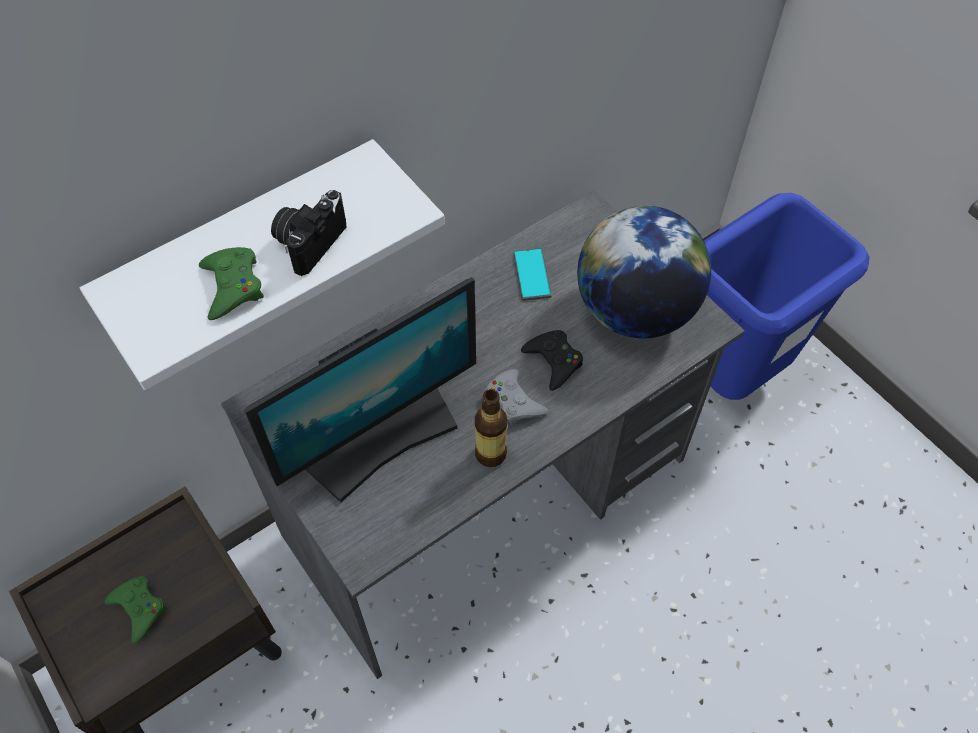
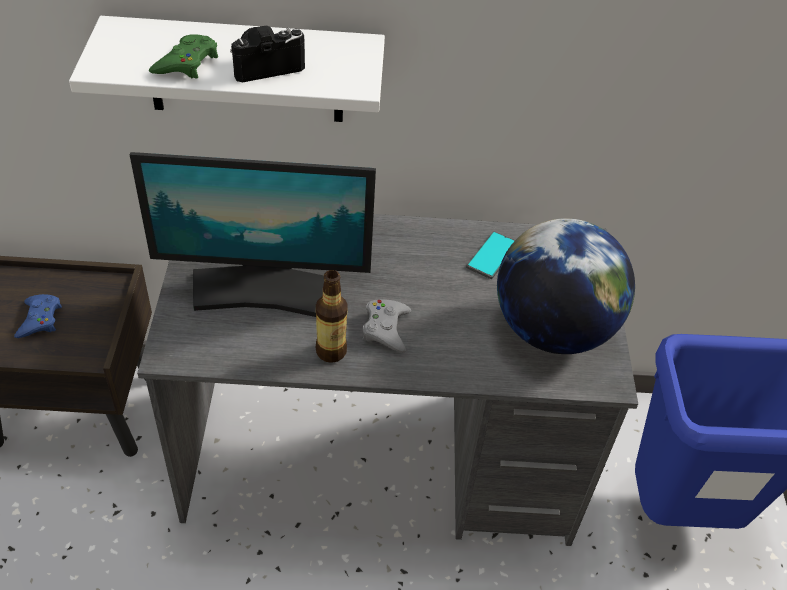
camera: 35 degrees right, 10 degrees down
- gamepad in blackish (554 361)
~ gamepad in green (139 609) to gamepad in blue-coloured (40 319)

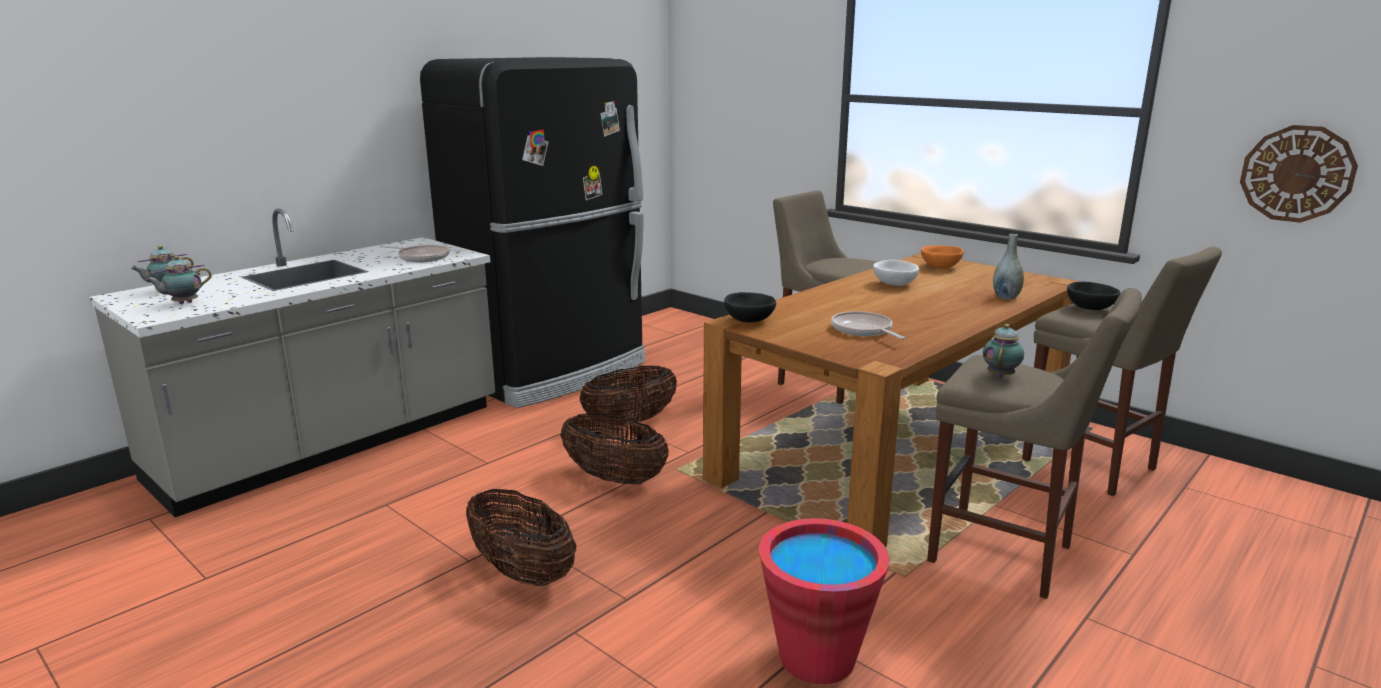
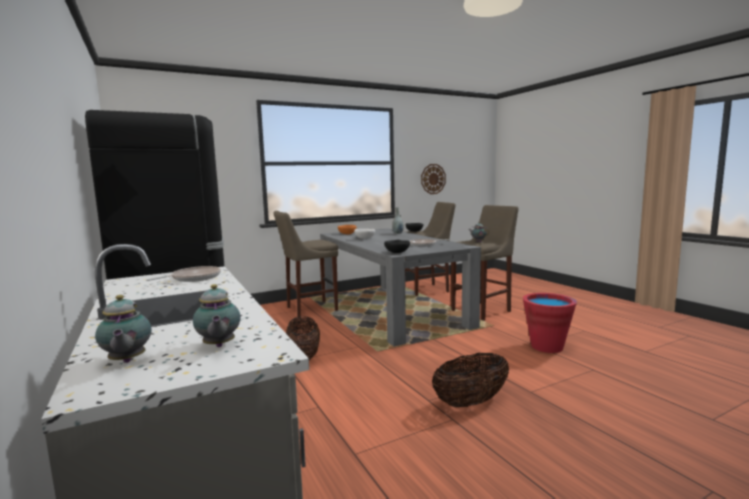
camera: 70 degrees left, 10 degrees down
~ kitchen table in brownish (894 448) to kitchen table in grey (390 310)
- basket (614 478)

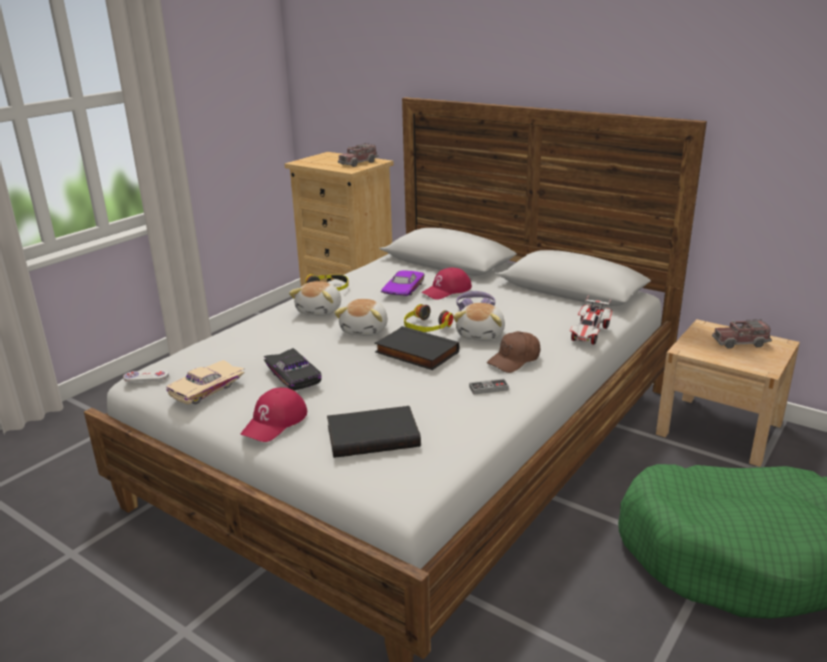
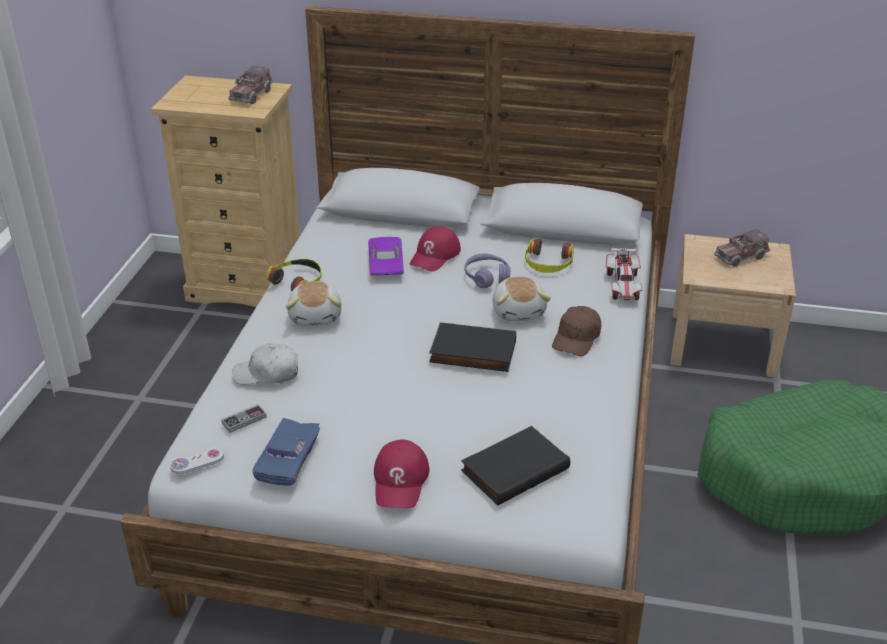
camera: 25 degrees left, 10 degrees up
- cuddly toy (365 330)
~ pair of headphones (425 327) to (548 263)
- toy car in blackish (295 375)
~ toy car in beige-coloured (208 389) to toy car in blue-coloured (290 459)
~ gamepad (488 388) to (244 420)
+ baseball cap in whitish (267 373)

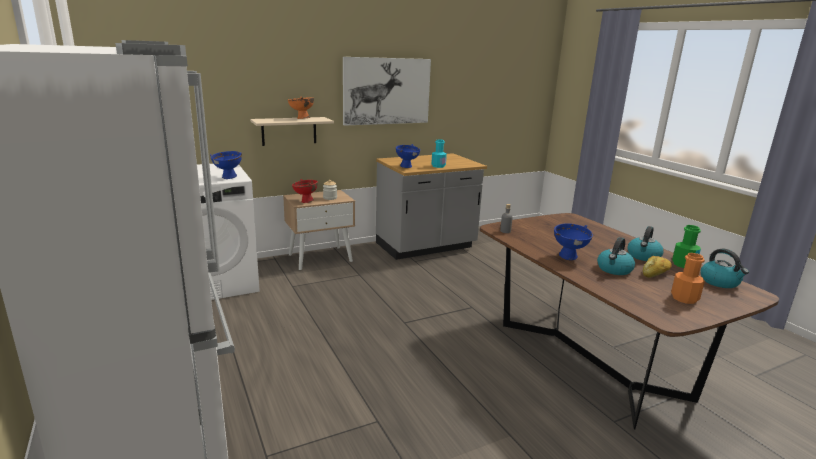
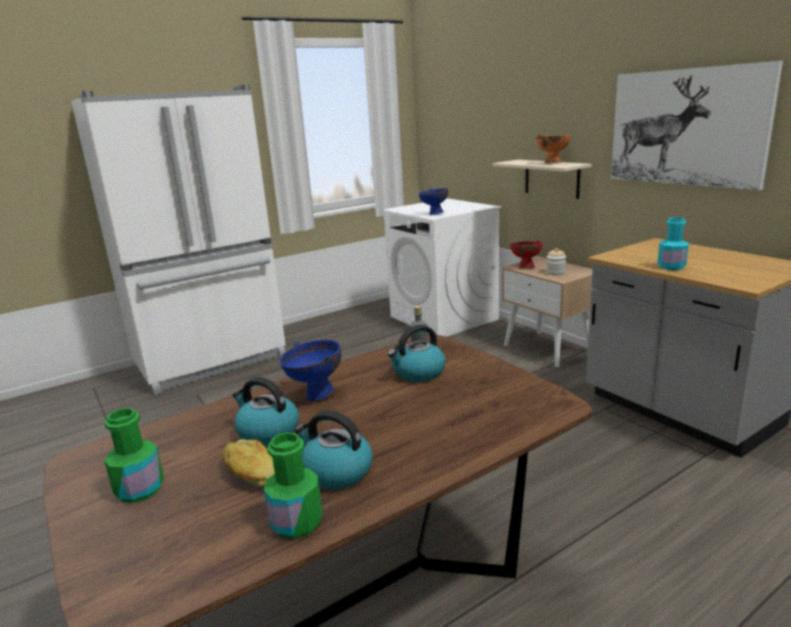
camera: 85 degrees right, 0 degrees up
- deep dish in blue-coloured (407 167)
~ water kettle (720 282) to (418 373)
~ beverage bottle in orangey (684 298) to beverage bottle in green (140 489)

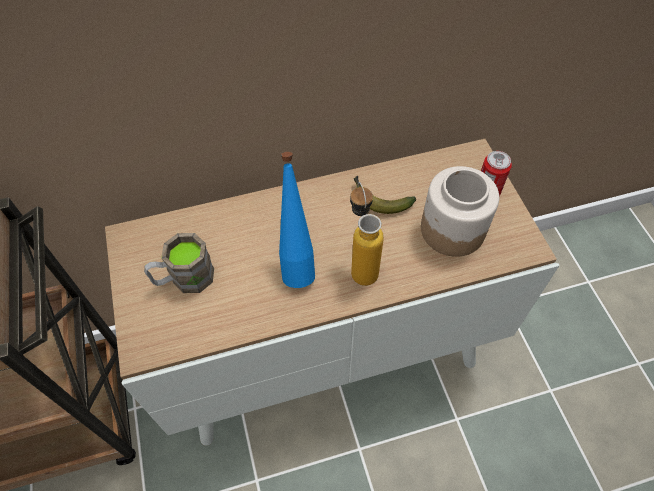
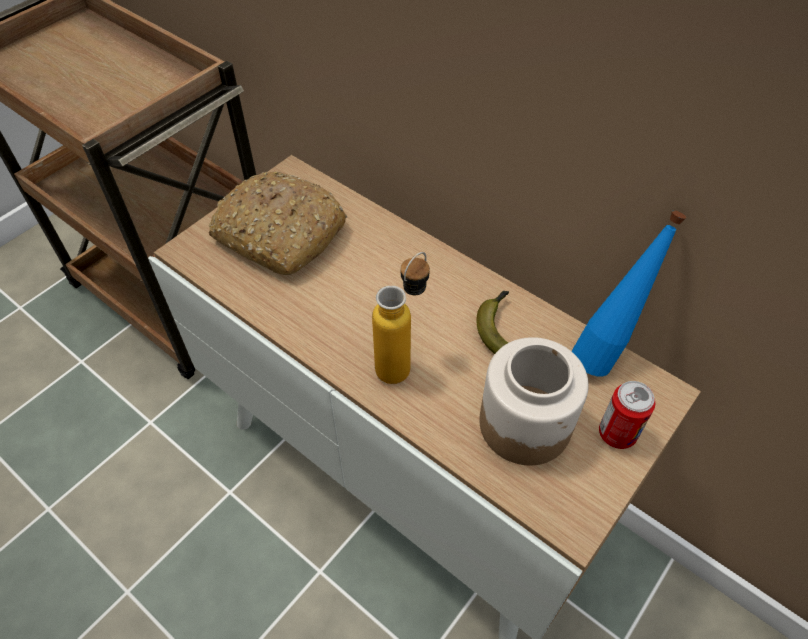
camera: 55 degrees right, 5 degrees down
~ beverage bottle in blue-coloured (297 263) to (604 352)
~ mug in brownish (184 279) to bakery bread (278 235)

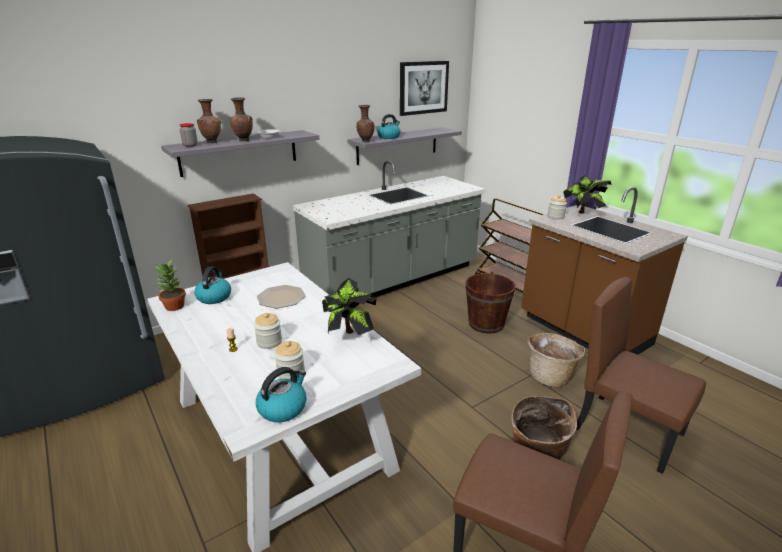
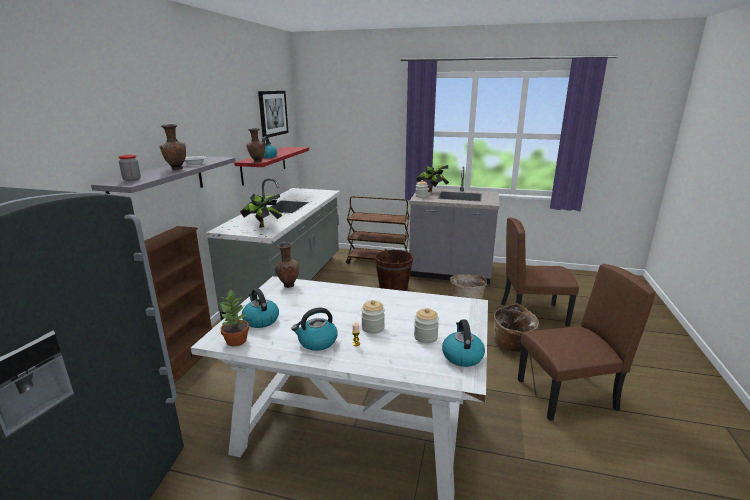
camera: 40 degrees left, 5 degrees down
~ decorative vase in brownish (212 142) to (288 285)
~ wall shelf in grey (397 145) to wall shelf in red (264 165)
~ kitchen base unit in brownish (583 332) to kitchen base unit in grey (450 273)
~ plant in a pot (349 336) to (263 228)
- dinner plate (280 298)
+ water kettle (317 342)

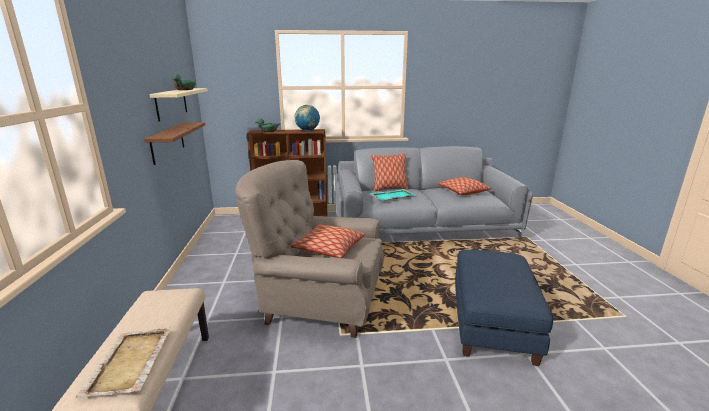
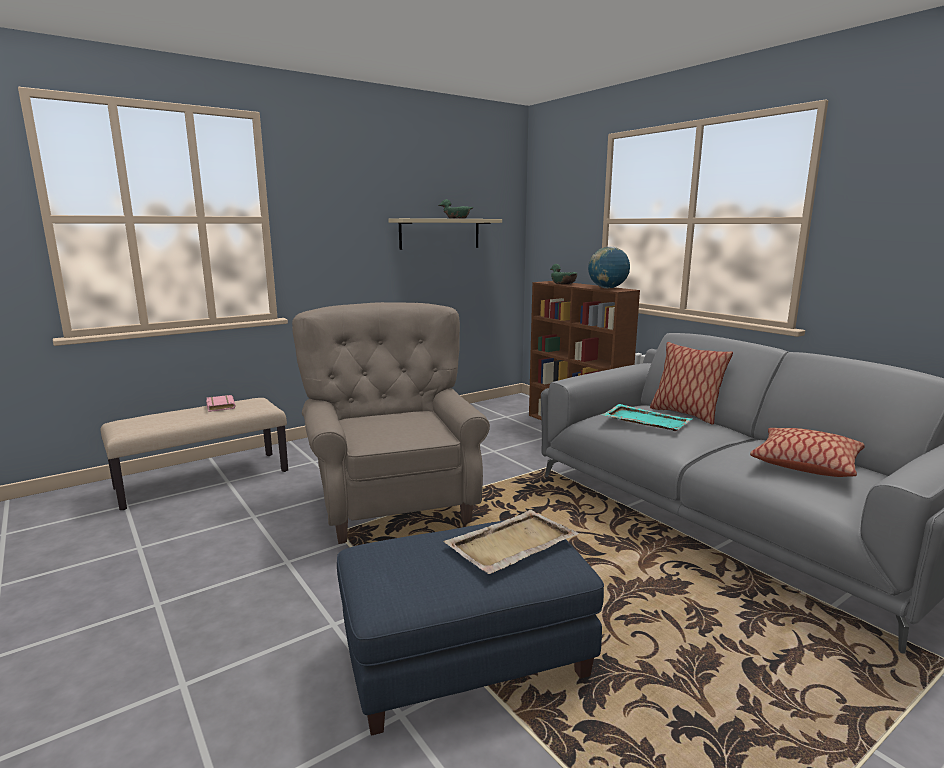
camera: 60 degrees right, 5 degrees down
- wall shelf in brownish (168 142)
- pillow (329 248)
~ carrying tray in beige-coloured (129 363) to (510 544)
+ book in pinkish (219 406)

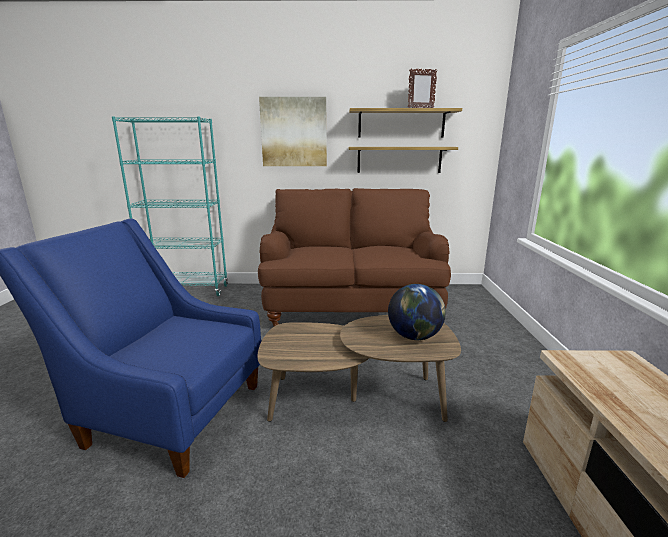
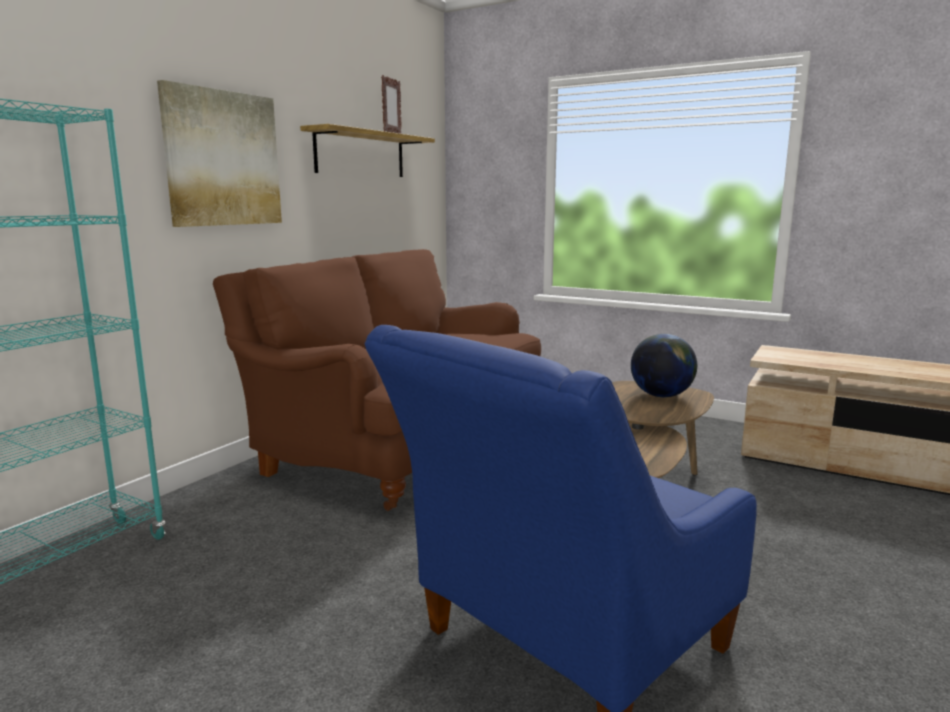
camera: 60 degrees left, 5 degrees down
- wall shelf (399 159)

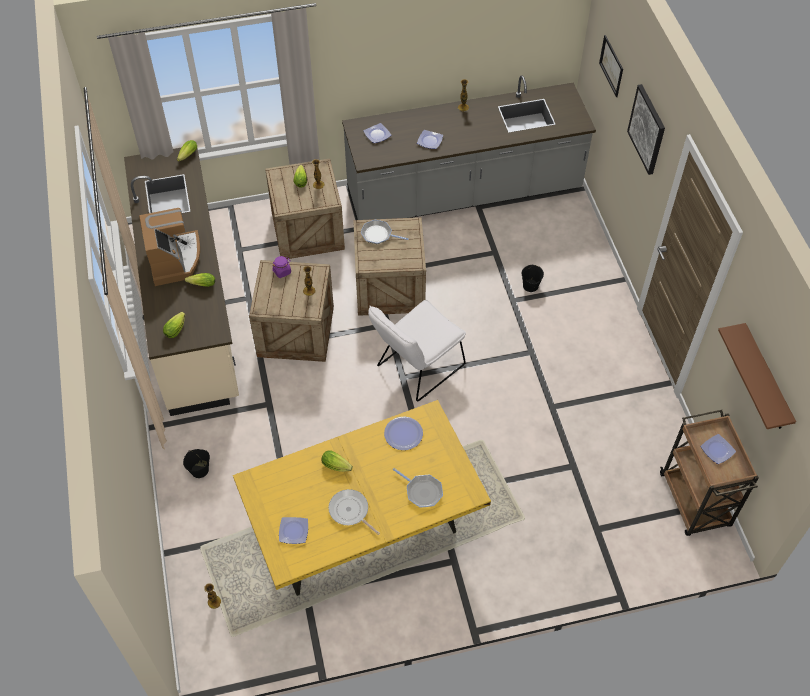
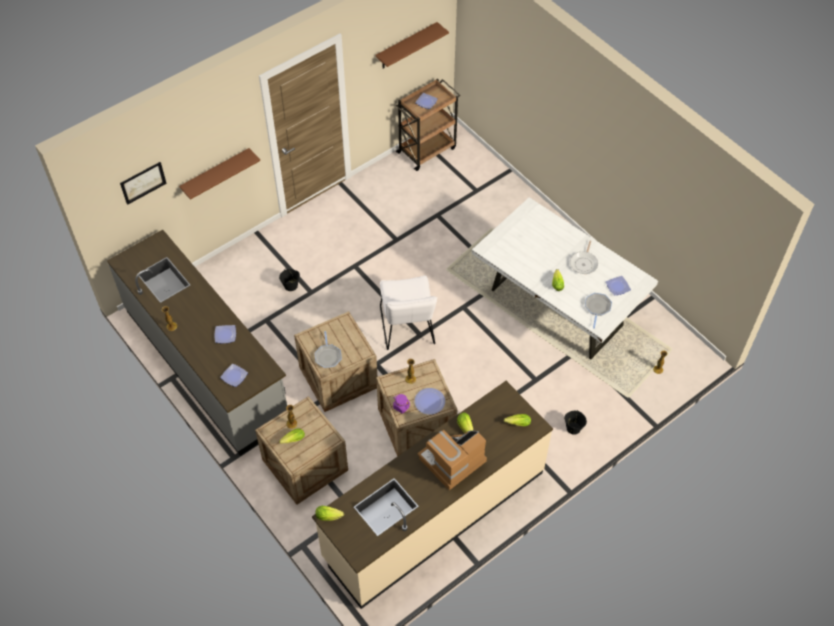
camera: 115 degrees left, 0 degrees up
- wall picture (647 129)
~ upright chair in whitish (416 368) = (407 329) 60 degrees clockwise
~ kitchen table in yellowish (363 534) to kitchen table in whitish (557 308)
~ dinner plate (403 434) to (429 401)
~ skillet (422 491) to (597 308)
+ wall shelf in brownish (216 174)

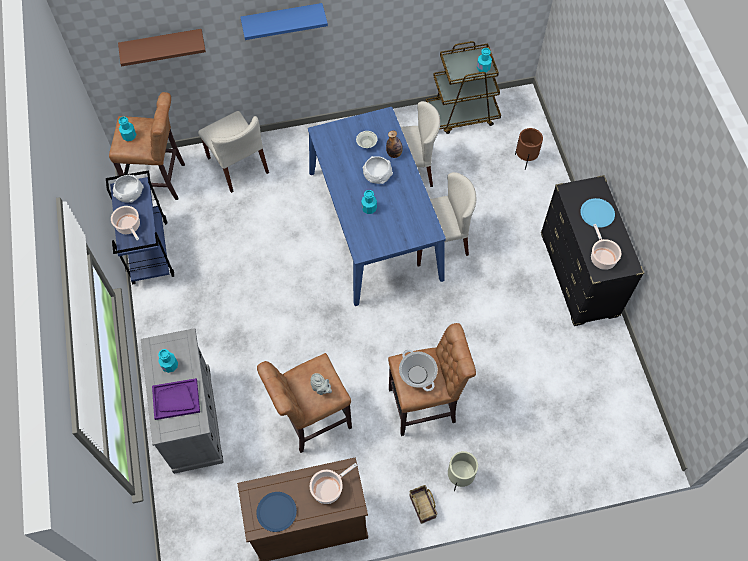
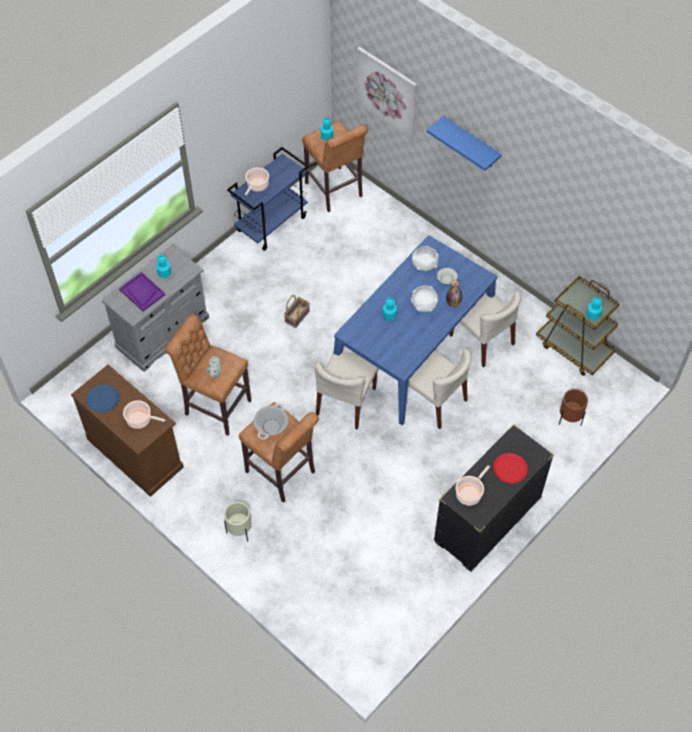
camera: 55 degrees right, 5 degrees down
~ wall shelf in brownish (162 44) to wall picture (387 92)
~ upright chair in beige-coloured (238 165) to (346 402)
~ deep dish in whitish (129 193) to (424 264)
~ dinner plate in blue-coloured (597 213) to dinner plate in red (510 468)
~ basket (421 506) to (297 316)

